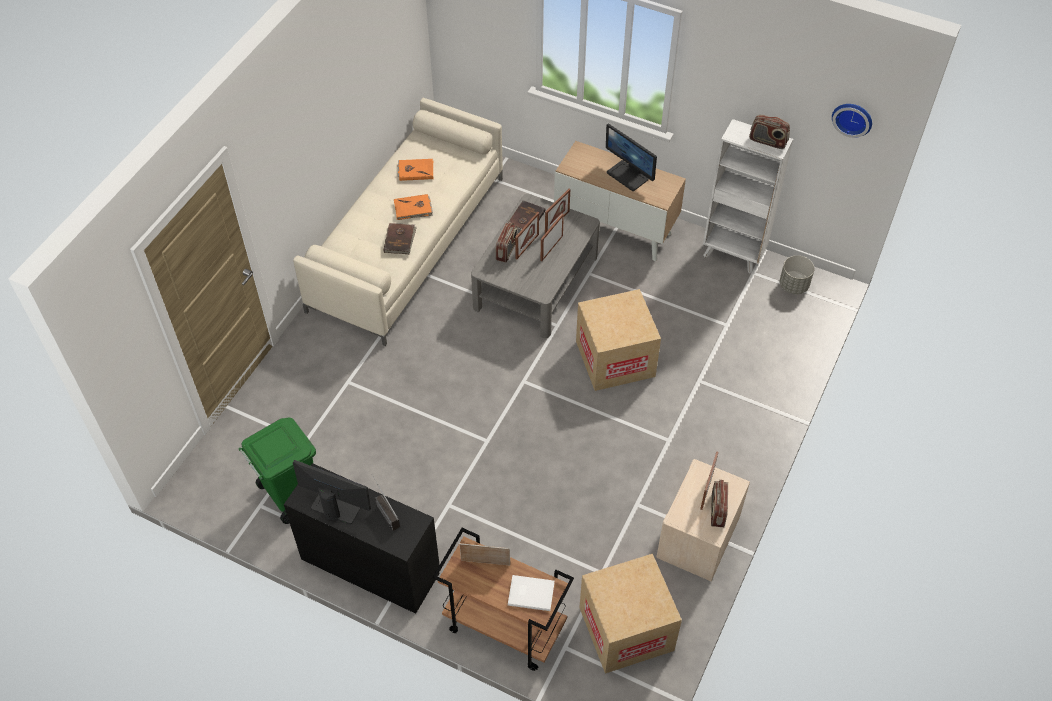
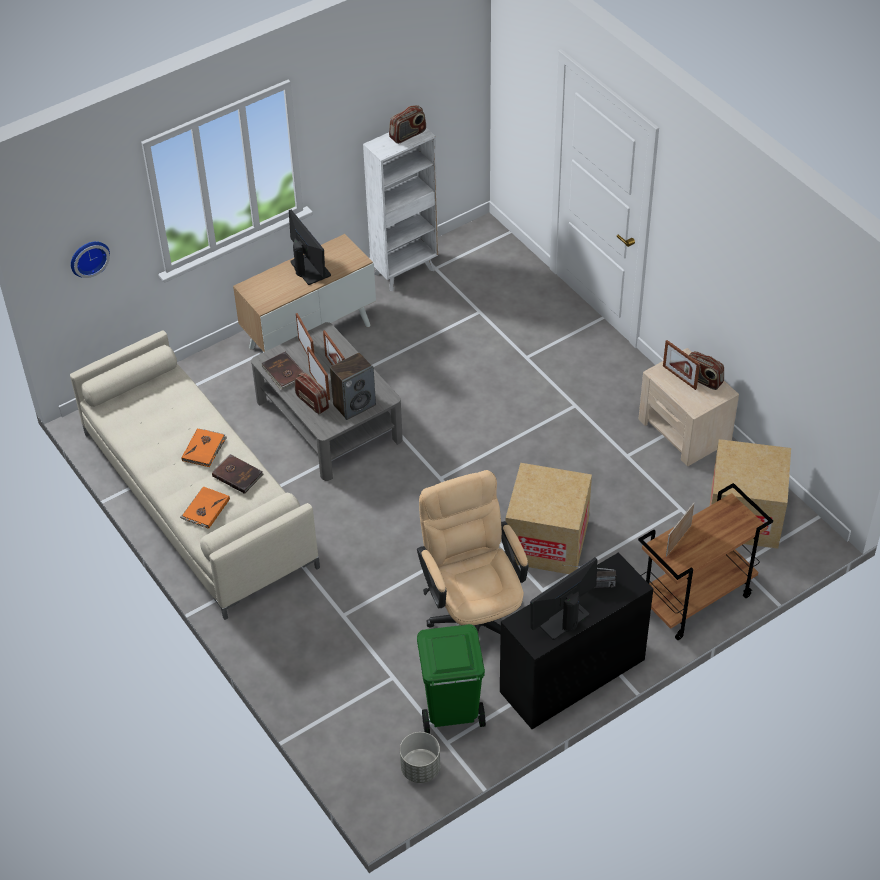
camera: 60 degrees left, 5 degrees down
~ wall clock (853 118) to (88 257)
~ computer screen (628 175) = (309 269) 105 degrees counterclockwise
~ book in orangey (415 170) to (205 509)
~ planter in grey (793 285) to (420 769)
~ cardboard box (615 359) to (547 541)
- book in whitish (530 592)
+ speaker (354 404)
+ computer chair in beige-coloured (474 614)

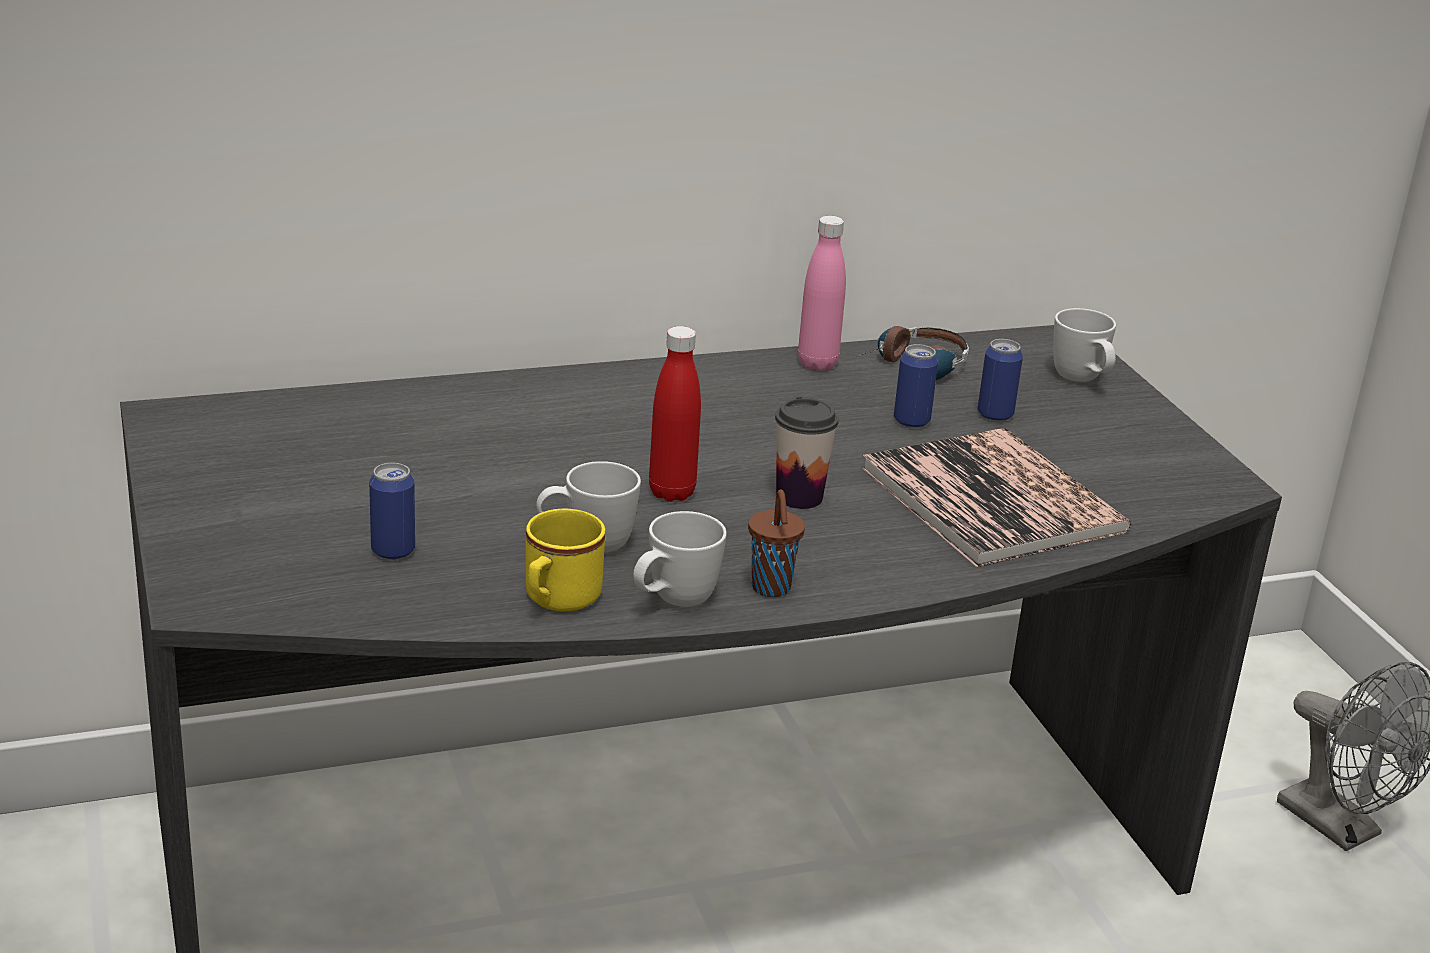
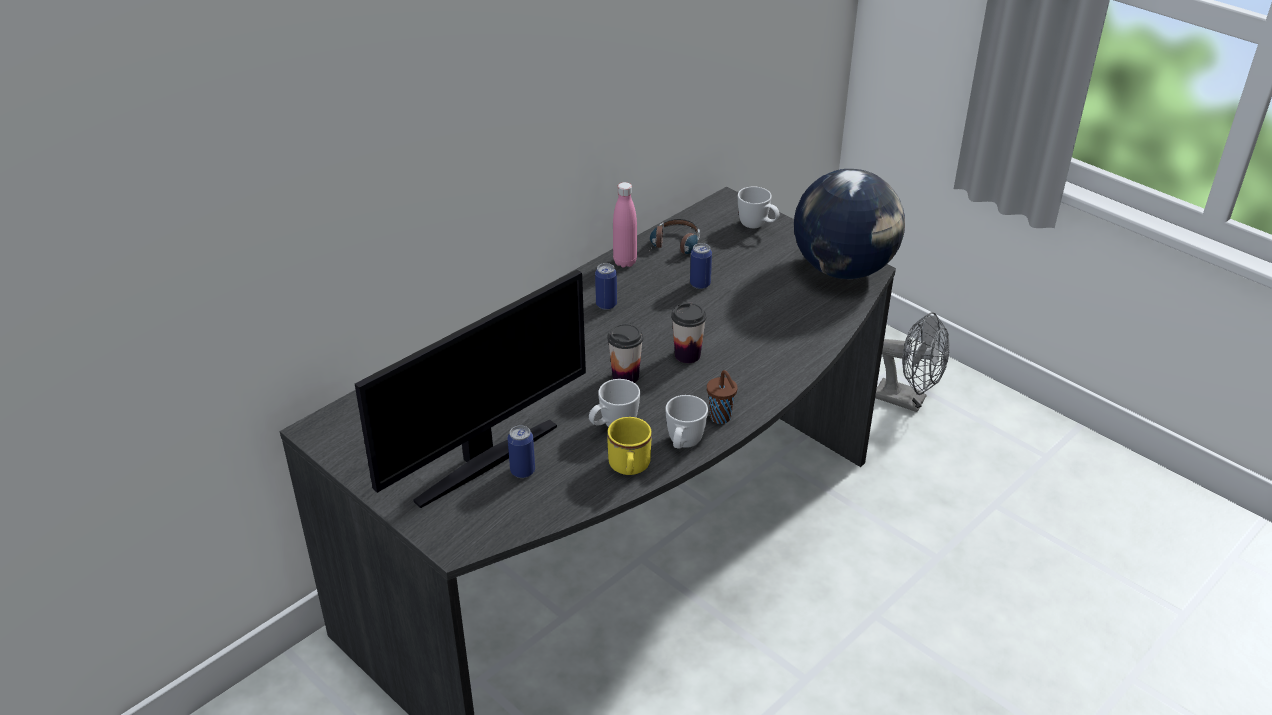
camera: 25 degrees left, 10 degrees up
~ beverage bottle in red (672 492) to drinking cup (625 377)
~ sealed can (995 415) to (606 304)
- book (992 499)
+ world globe (843 269)
+ computer screen (484 460)

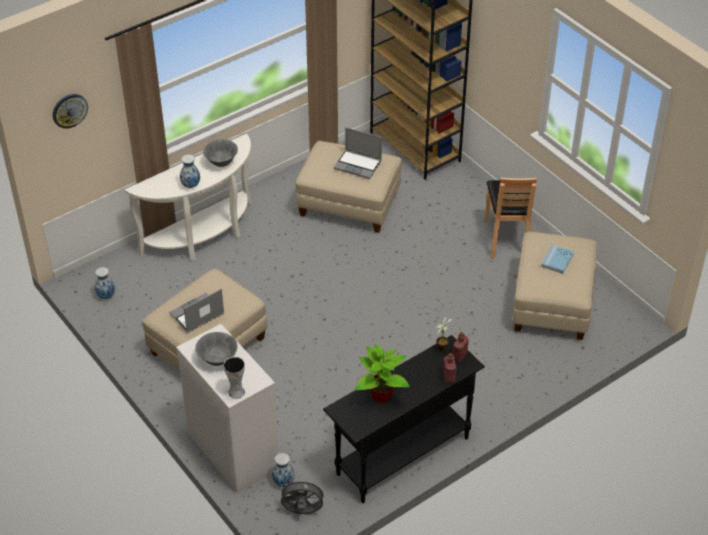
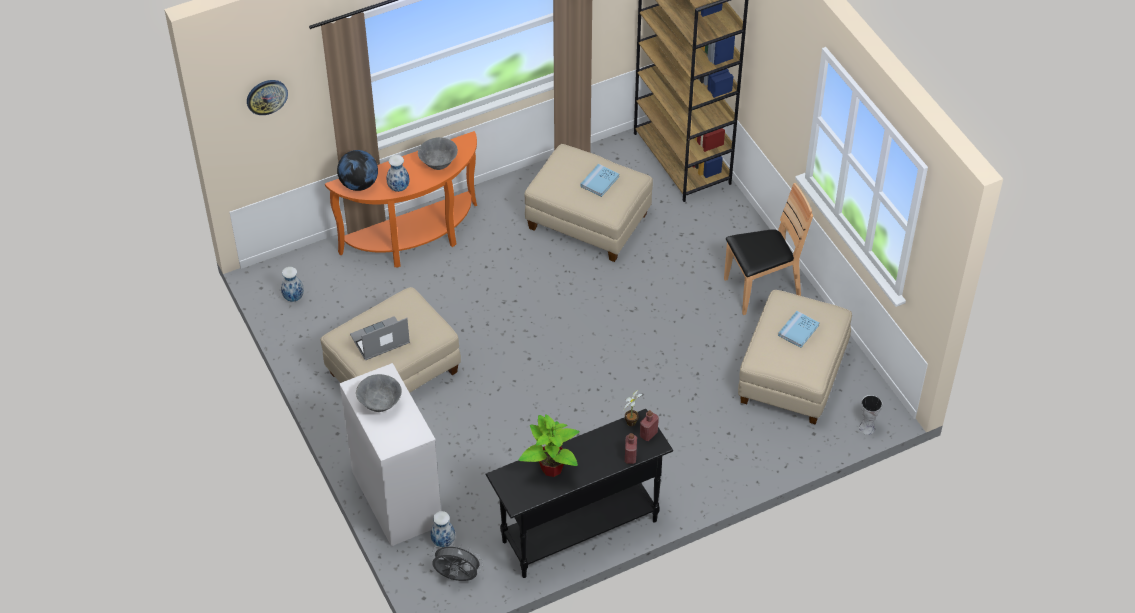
camera: 10 degrees right, 5 degrees up
~ notebook computer (358 165) to book in blue-coloured (599 181)
~ narrow table in whitish (204 237) to narrow table in orangey (415 240)
~ upright chair in brownish (507 239) = (761 289) 120 degrees counterclockwise
~ decorative vase (236 392) to (866 427)
+ world globe (359 184)

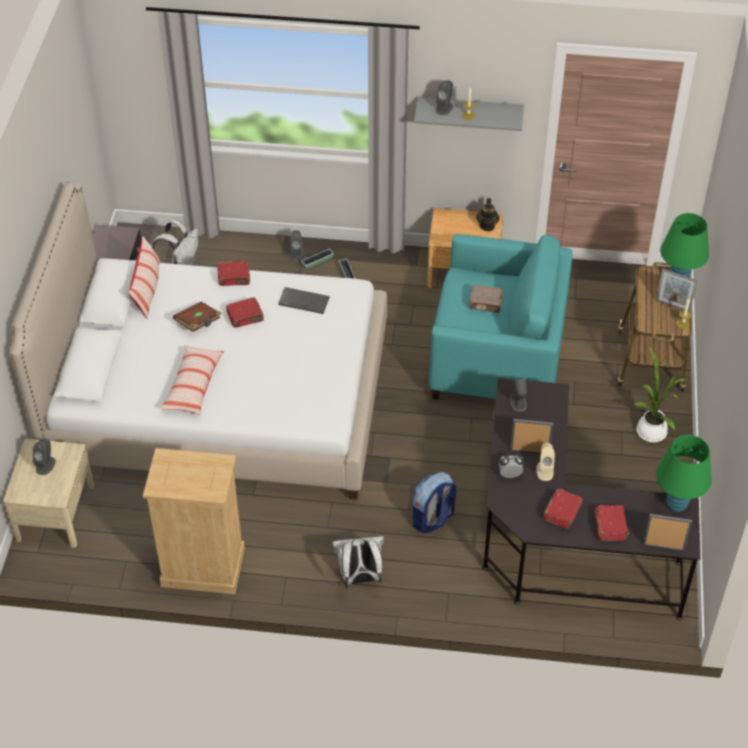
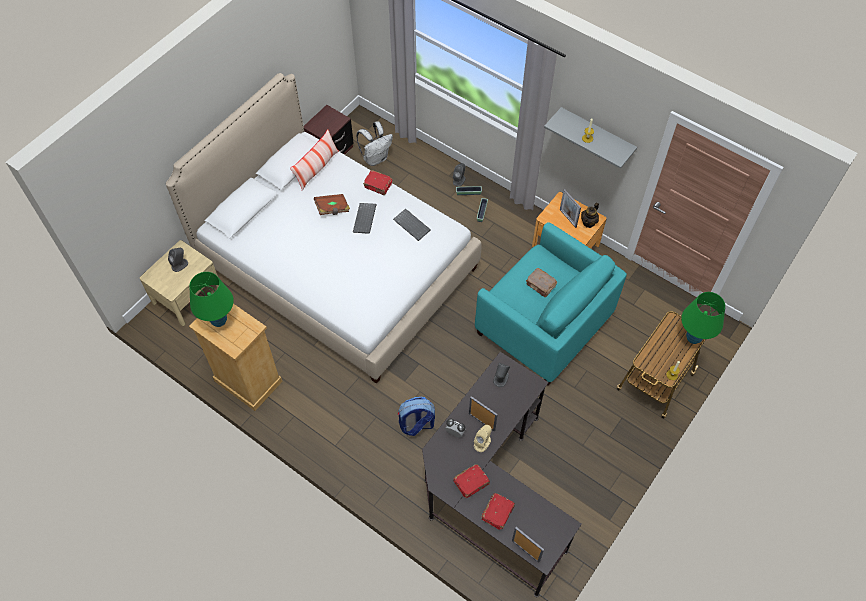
camera: 30 degrees right, 10 degrees up
- speaker in grey (444 108)
~ photo frame (673 305) to (568 218)
~ book in red (245 317) to PC keyboard (365 219)
- pillow (193 386)
- plant in a pot (650 430)
~ lamp for a table in green (676 504) to (219 320)
- knapsack in whitish (360 578)

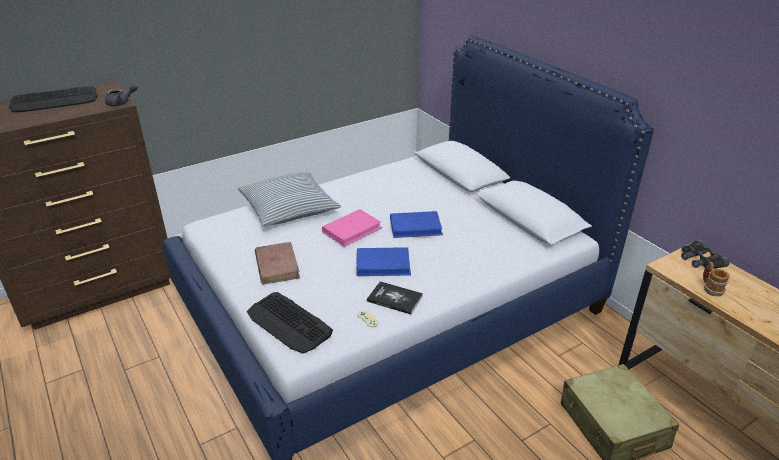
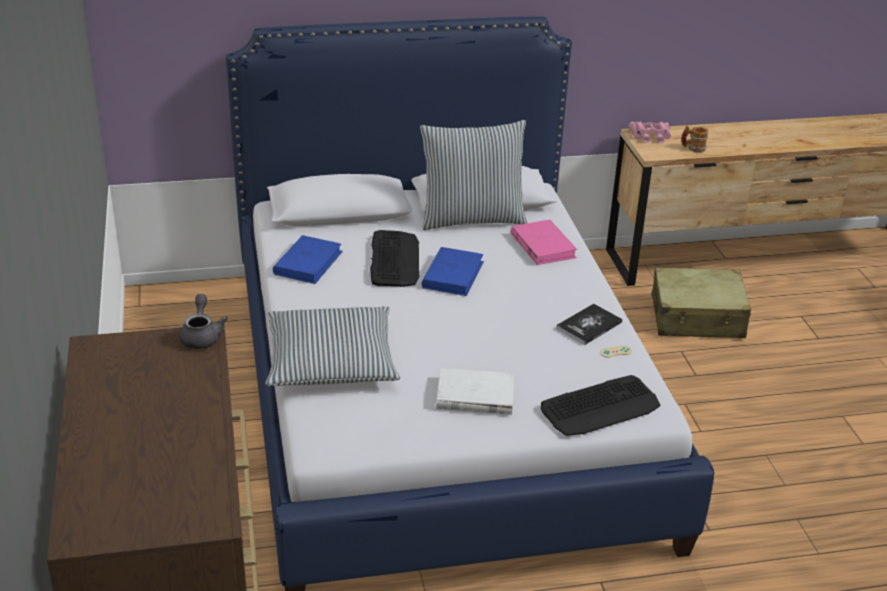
camera: 70 degrees left, 0 degrees up
~ PC keyboard (55 101) to (394 259)
~ book in pinkish (352 230) to (542 246)
~ pair of binoculars in blackish (700 260) to pair of binoculars in pinkish (650 136)
~ book in brownish (277 265) to book in whitish (474 396)
~ book in blue-coloured (383 264) to (308 263)
+ pillow (471 218)

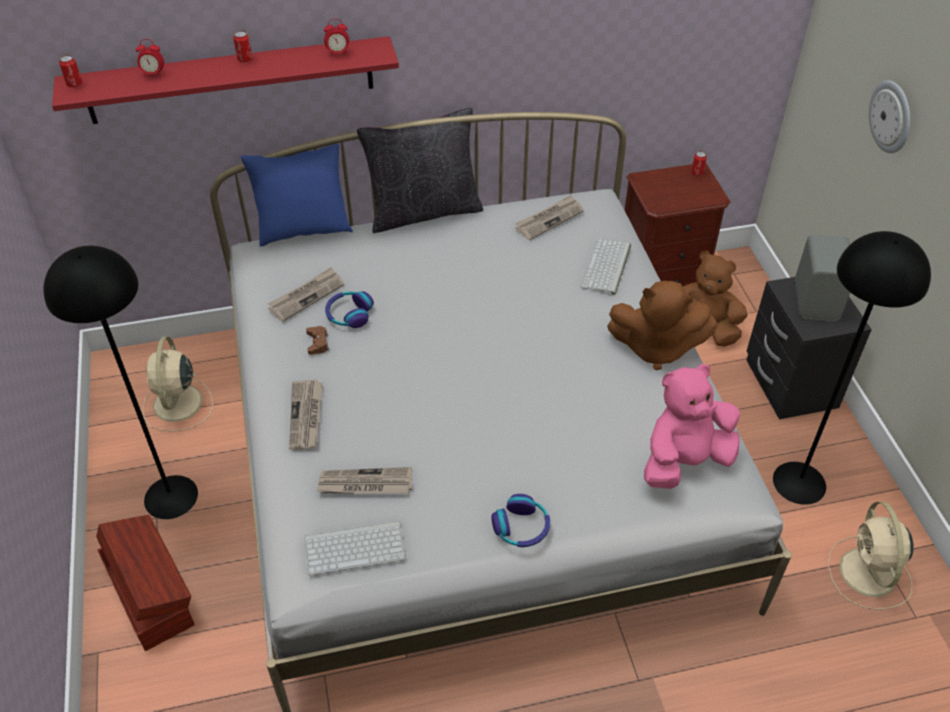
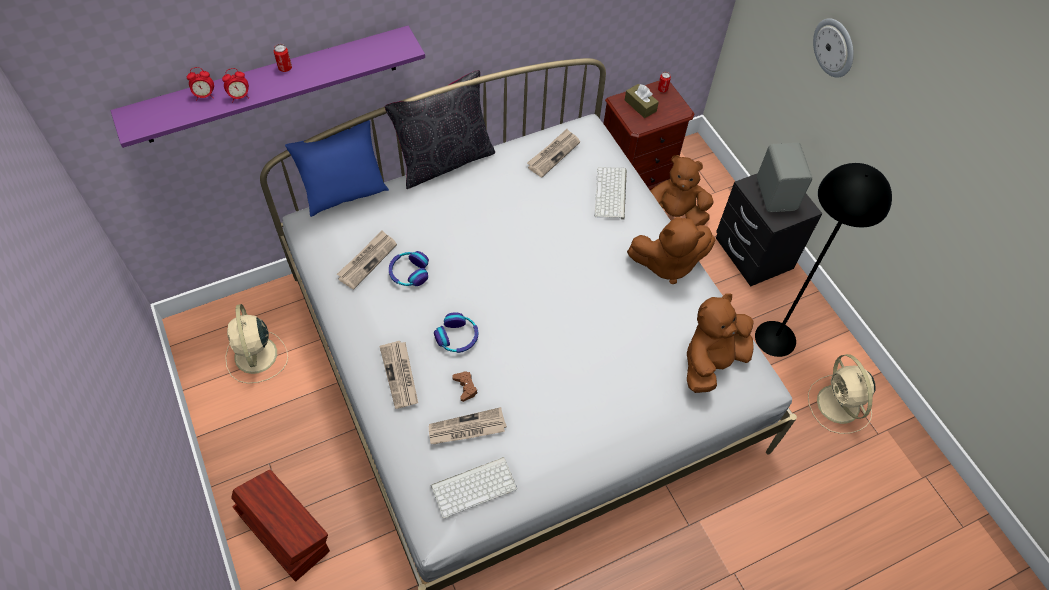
camera: 15 degrees left, 10 degrees up
~ table clock (338 53) to (240 97)
~ wall shelf in red (231 80) to wall shelf in purple (271 85)
- sealed can (74 84)
- standing lamp in blackish (170 496)
~ gamepad in brownish (318 343) to (465 387)
~ cuddly toy in pinkish (684 461) to cuddly toy in brownish (711 362)
~ pair of headphones (521 527) to (457 337)
+ tissue holder in brownish (640 105)

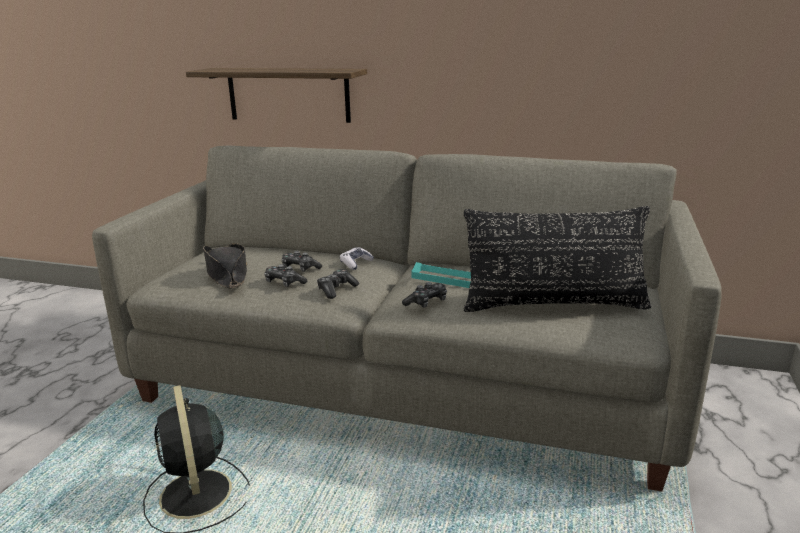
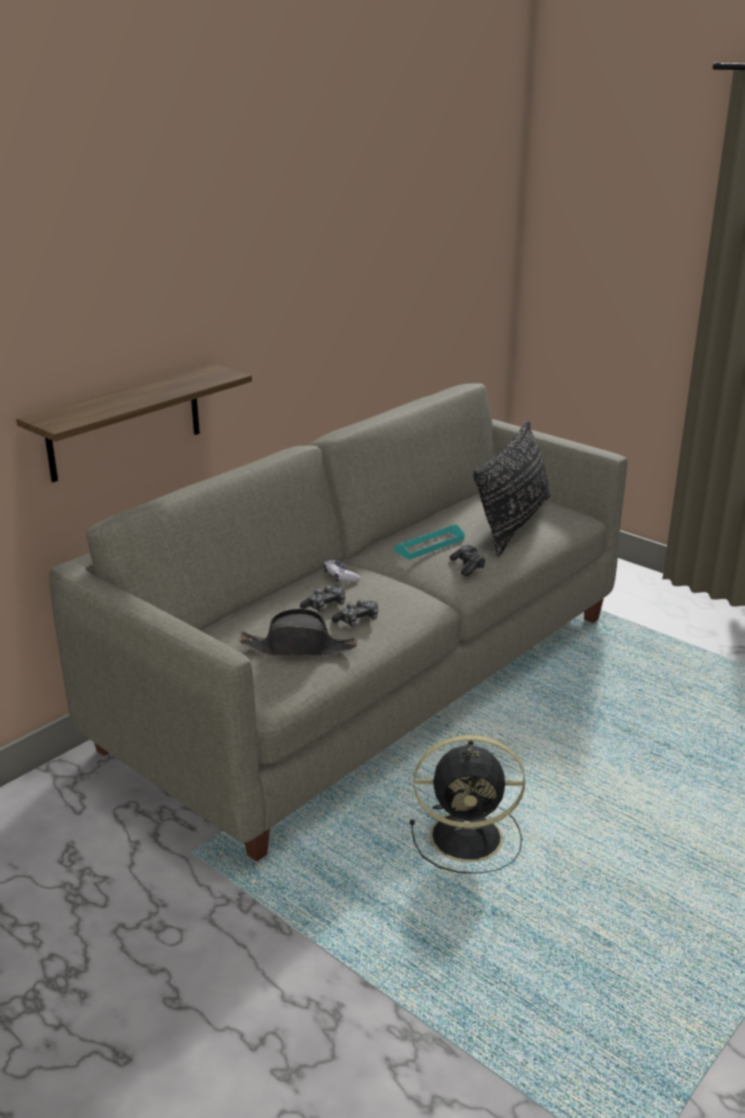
camera: 65 degrees left, 5 degrees up
- gamepad (336 289)

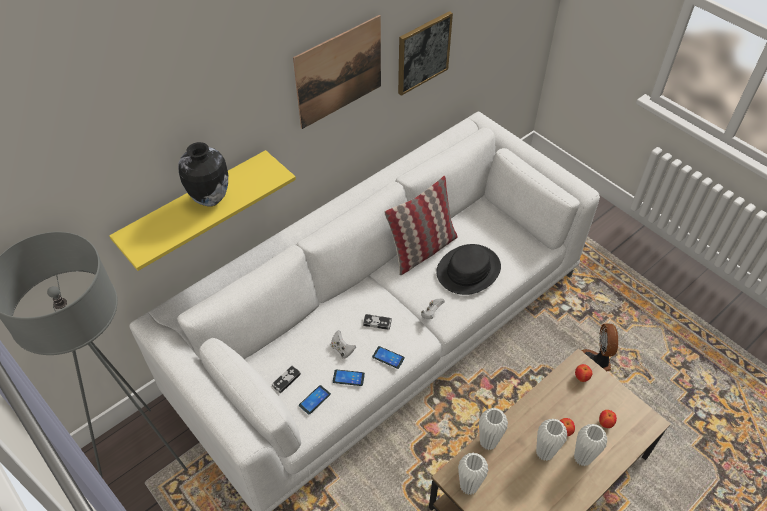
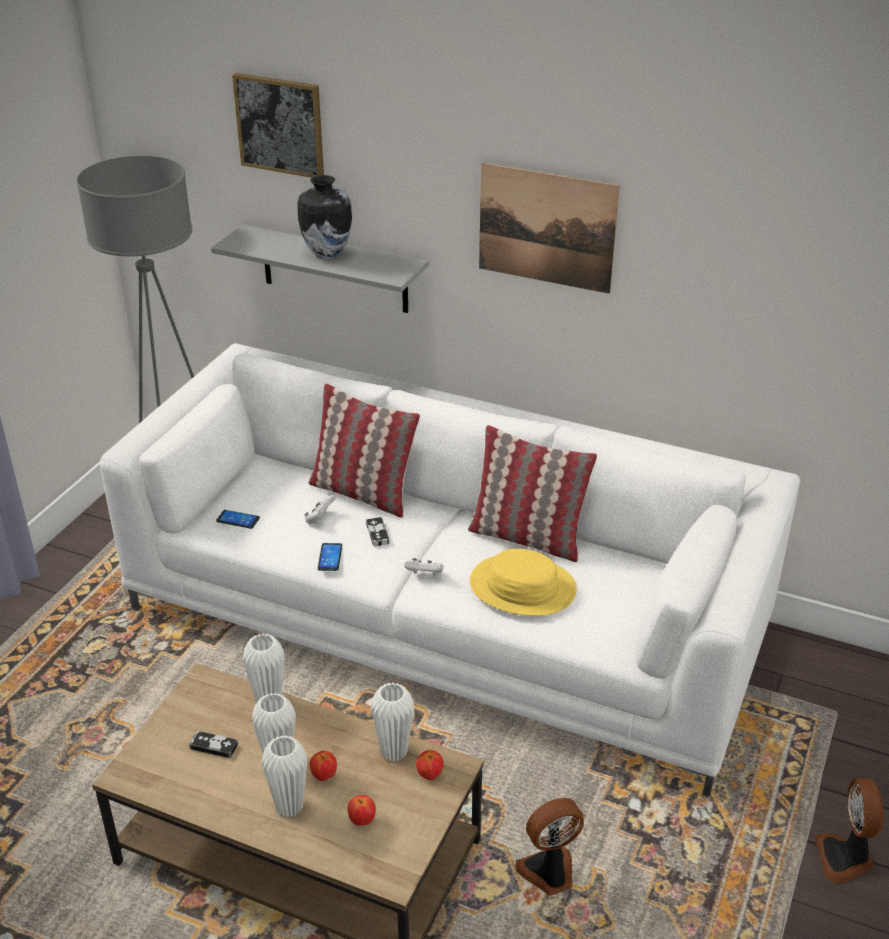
camera: 65 degrees right, 15 degrees down
~ wall picture (423 52) to (280 125)
~ wall shelf in yellowish (196 208) to wall shelf in grey (334 269)
~ hat in blackish (468 270) to hat in yellowish (522 587)
~ gamepad (286 380) to (214 746)
- phone (348 378)
~ decorative vase in whitish (469 486) to (394 752)
+ pillow (362 493)
+ fan (845 858)

